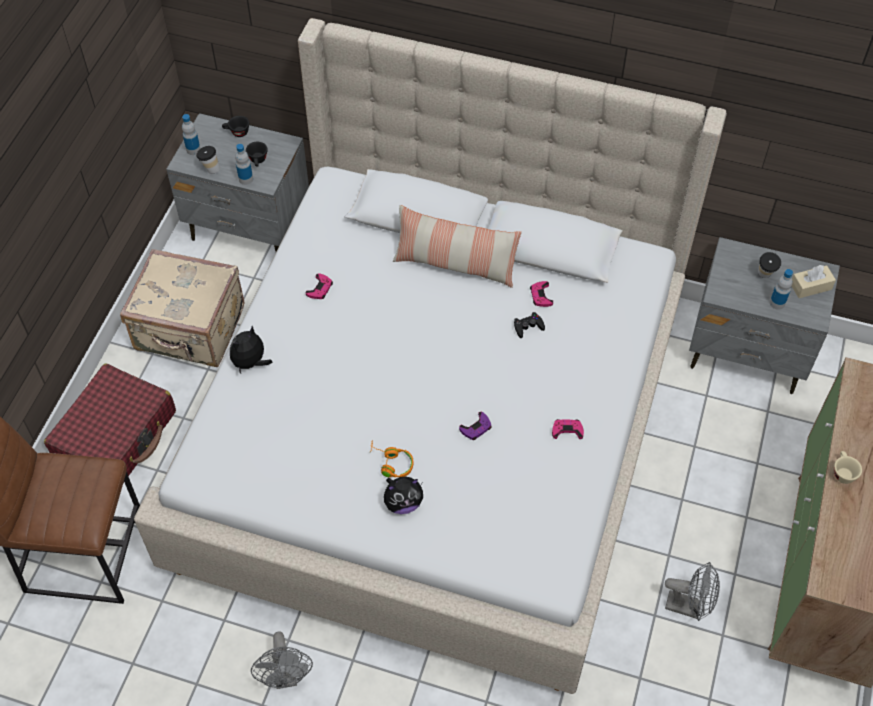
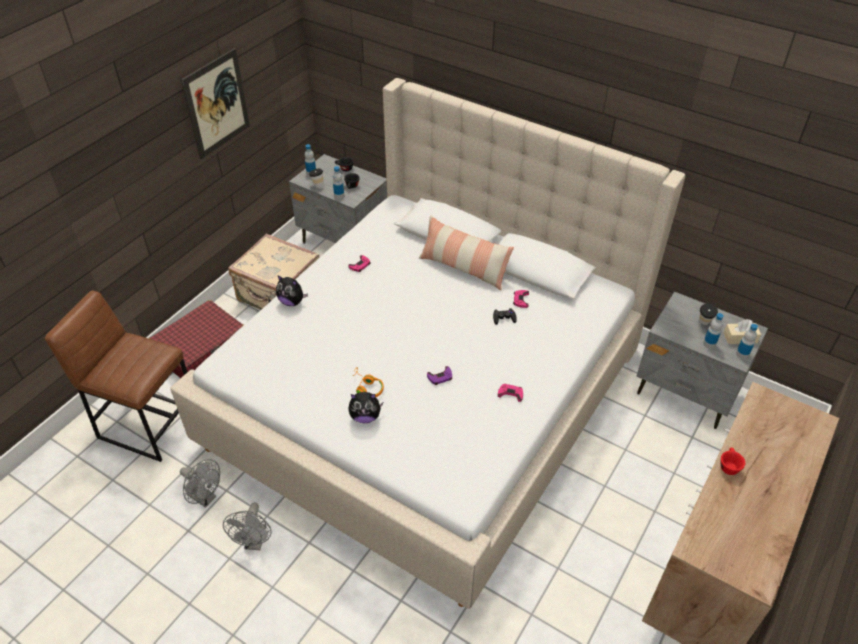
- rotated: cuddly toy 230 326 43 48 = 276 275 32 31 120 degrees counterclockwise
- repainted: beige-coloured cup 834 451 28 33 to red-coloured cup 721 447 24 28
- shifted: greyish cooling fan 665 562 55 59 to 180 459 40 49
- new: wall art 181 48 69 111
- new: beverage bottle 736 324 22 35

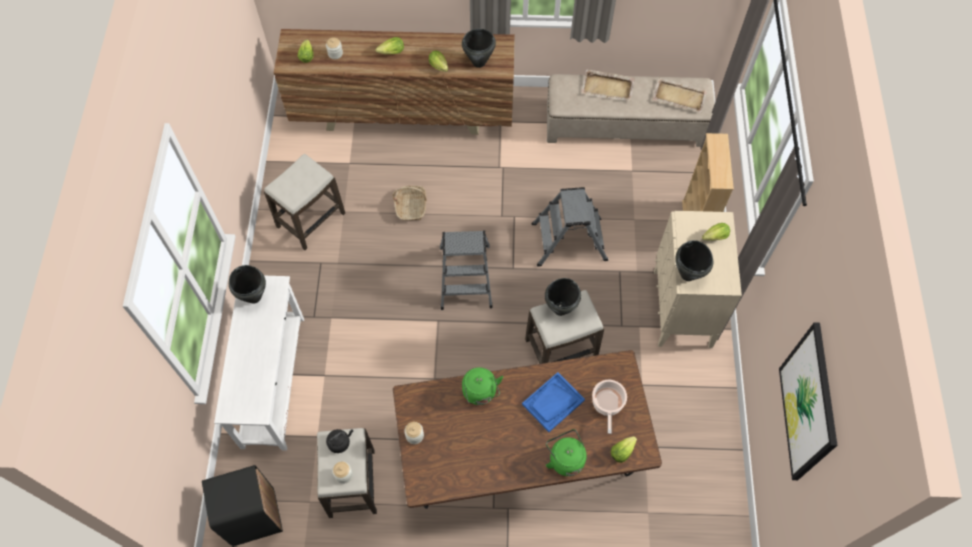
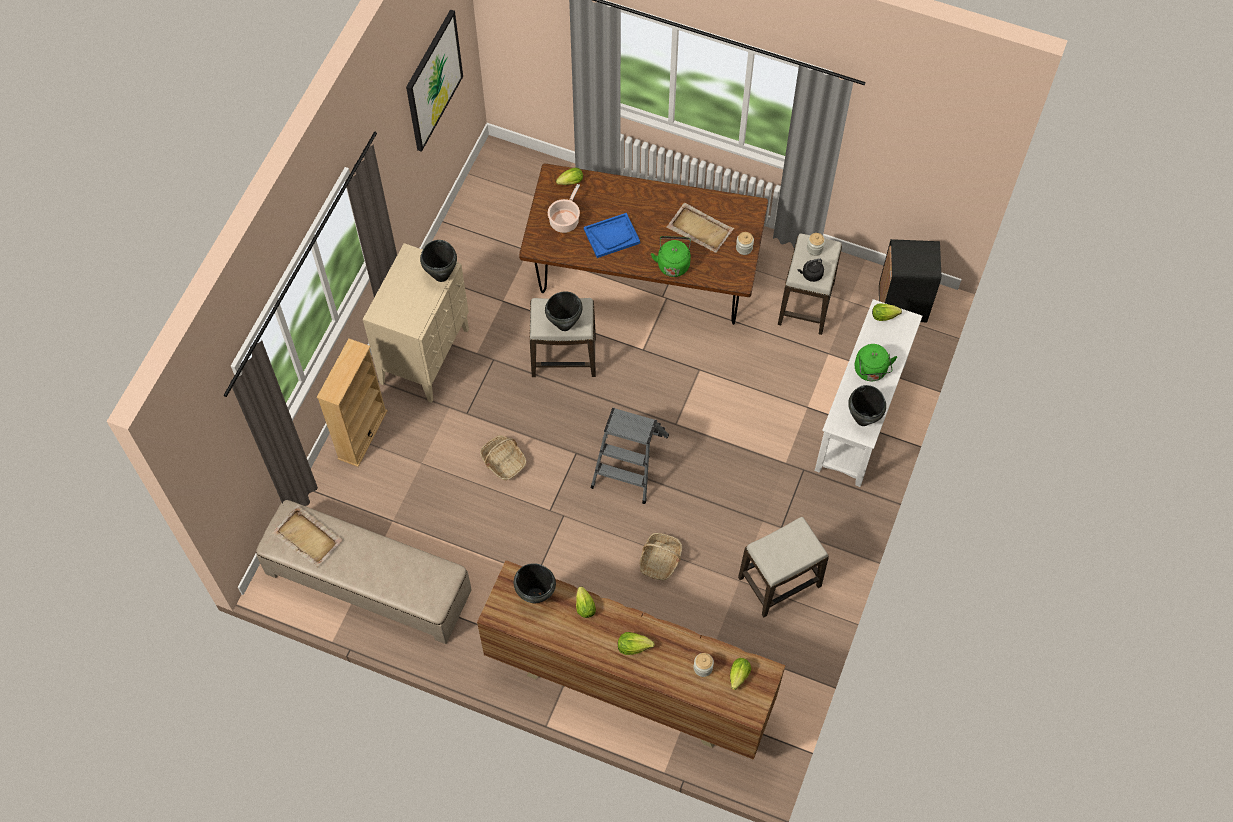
- shifted: beige-coloured serving tray 581 70 54 31 to 667 203 67 50
- swapped: greyish step stool 531 187 77 80 to household basket 480 435 47 46
- shifted: lettuce head 702 223 28 18 to 872 304 30 17
- shifted: green-coloured kettle 546 429 41 47 to 855 344 42 37

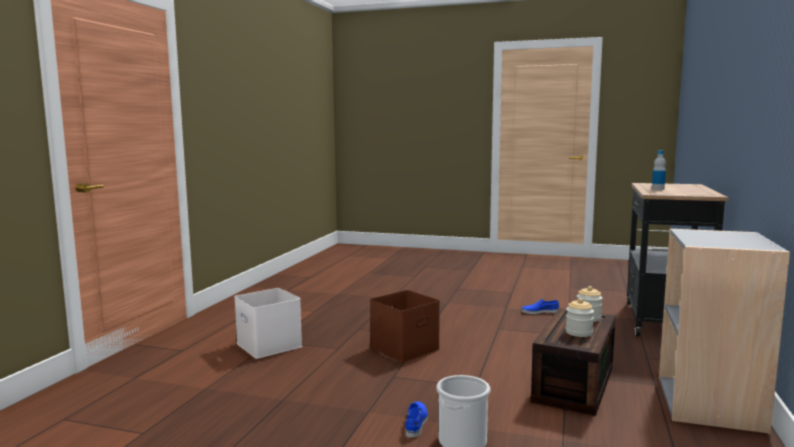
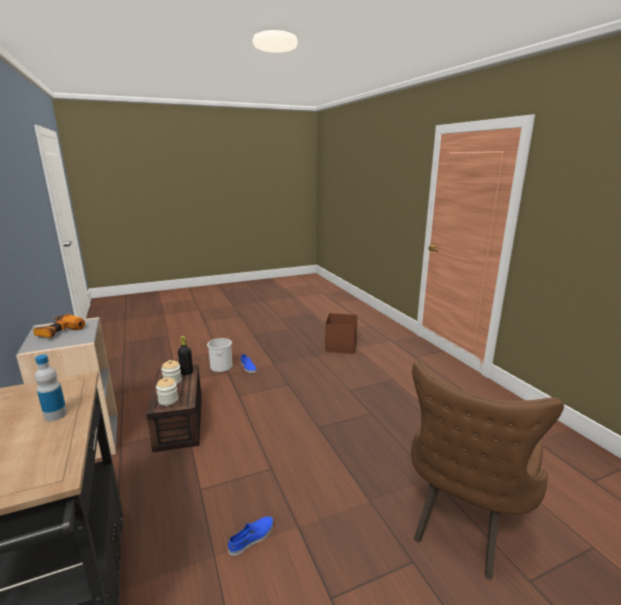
- gone: white-coloured storage container 234 288 68 71
- shifted: brownish storage container 370 290 70 73 to 325 313 33 41
- new: electric drill 33 314 52 24
- new: black-coloured beverage bottle 178 336 15 39
- new: brownish upright chair 411 361 153 219

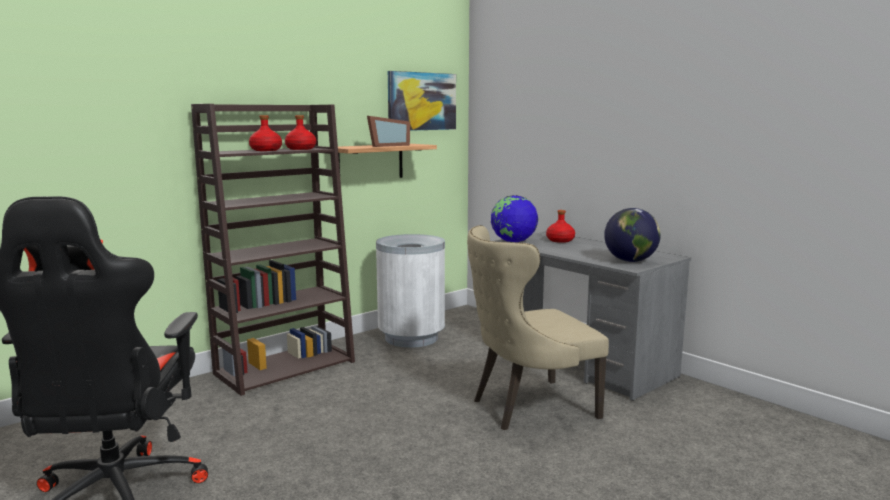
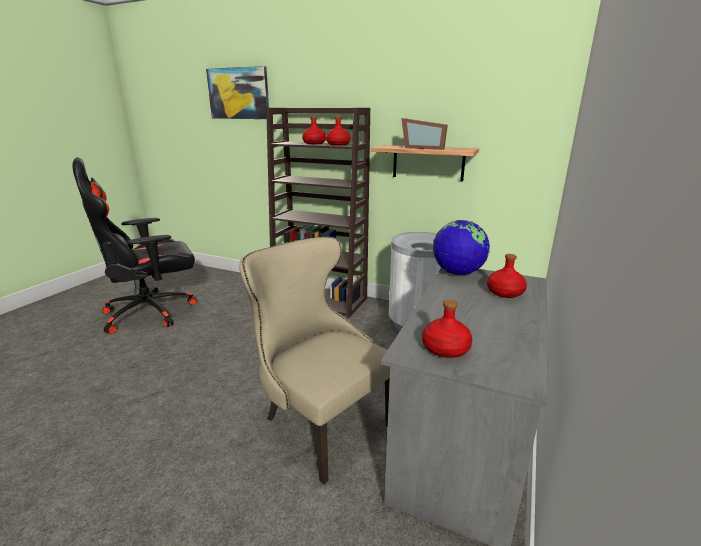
- shifted: wall art 388 71 68 60 to 206 66 63 53
- swapped: globe 604 208 57 54 to red-coloured beverage bottle 422 300 50 58

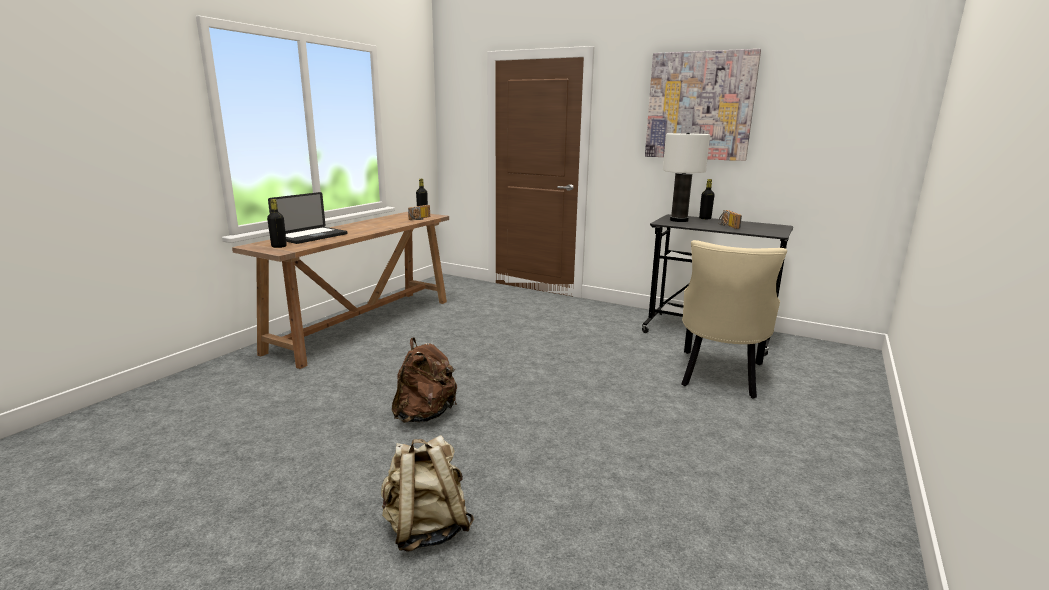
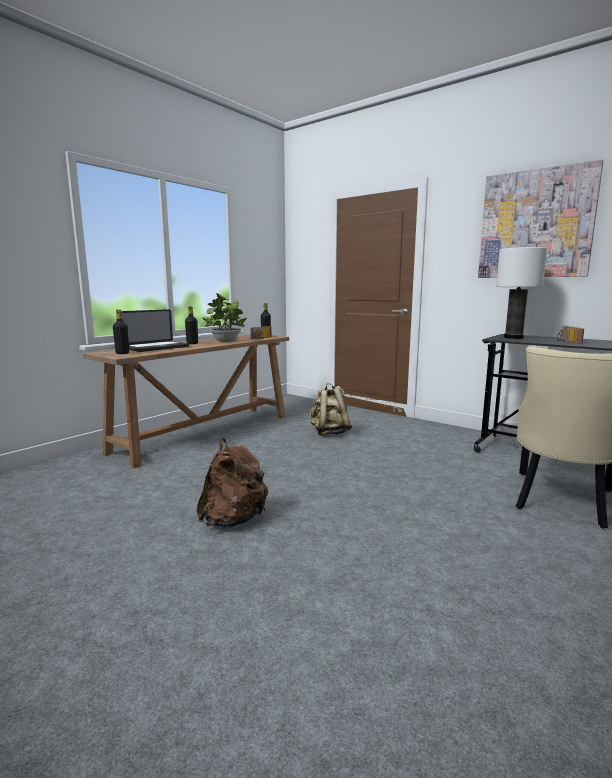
- shifted: black-coloured beverage bottle 699 179 15 40 to 185 306 13 38
- shifted: beige-coloured rucksack 381 435 93 117 to 310 383 42 53
- new: plant in a pot 202 293 45 49

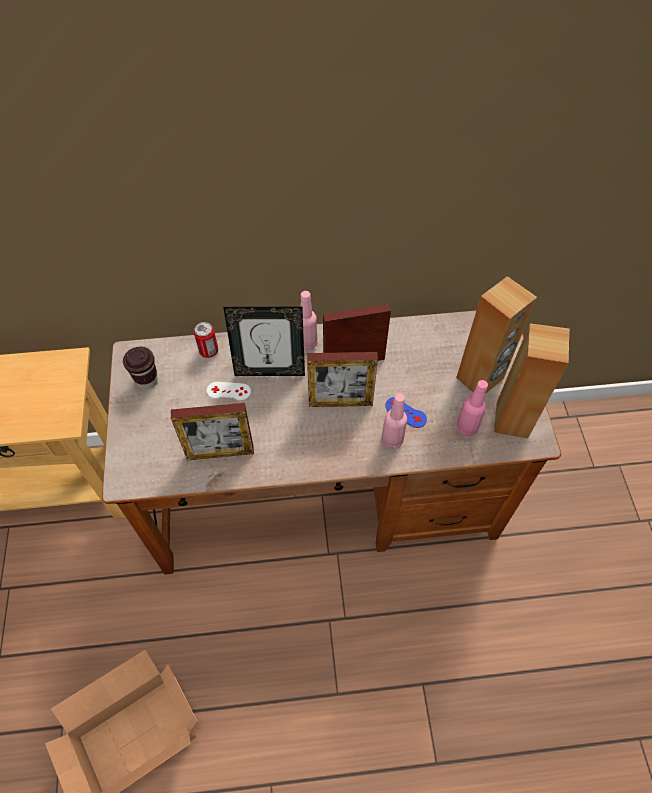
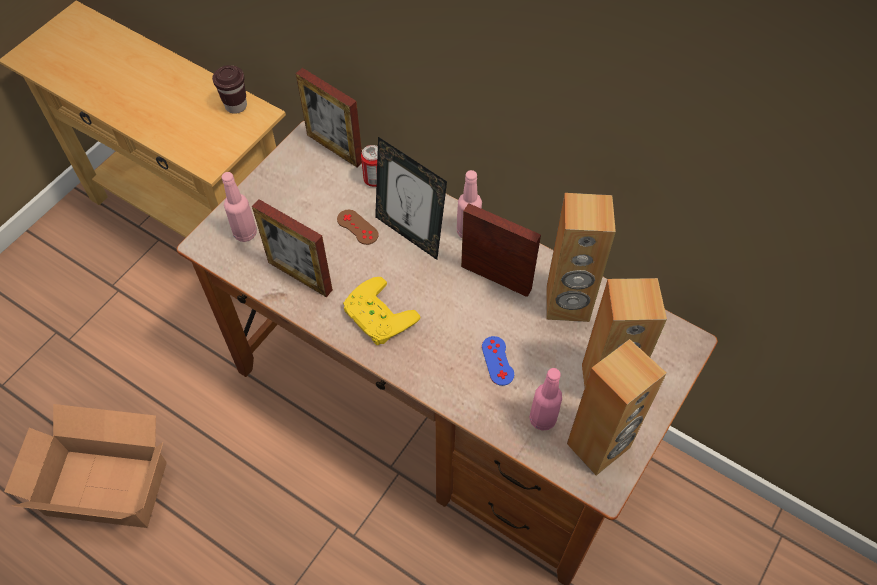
- shifted: brownish cup 123 347 35 43 to 212 65 35 49
- shifted: standing frame 307 352 71 55 to 296 68 66 99
- repainted: white-coloured joypad 207 382 44 19 to brownish joypad 337 210 42 35
- shifted: pink-coloured beverage bottle 381 393 26 56 to 222 172 35 70
- new: brownish loudspeaker 546 193 70 129
- new: yellow-coloured joypad 343 277 77 68

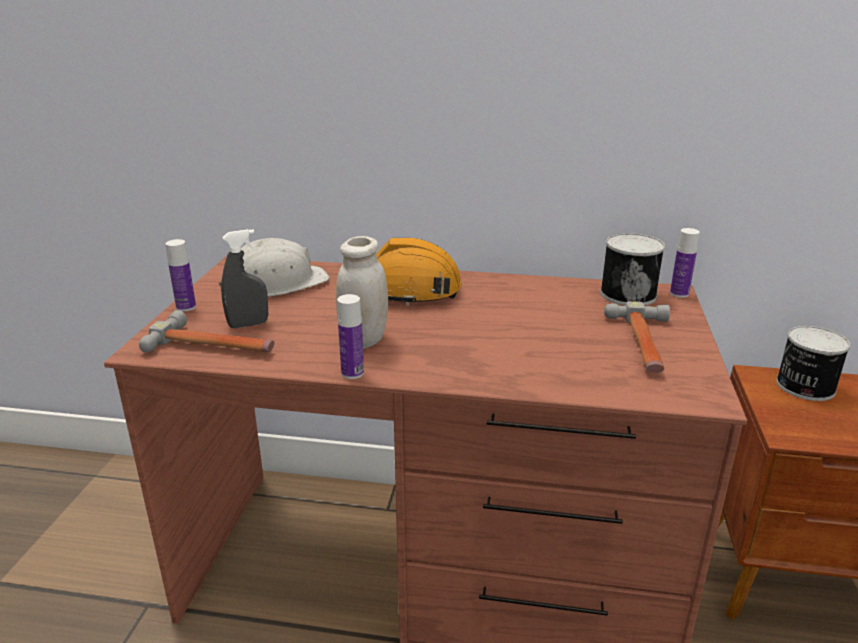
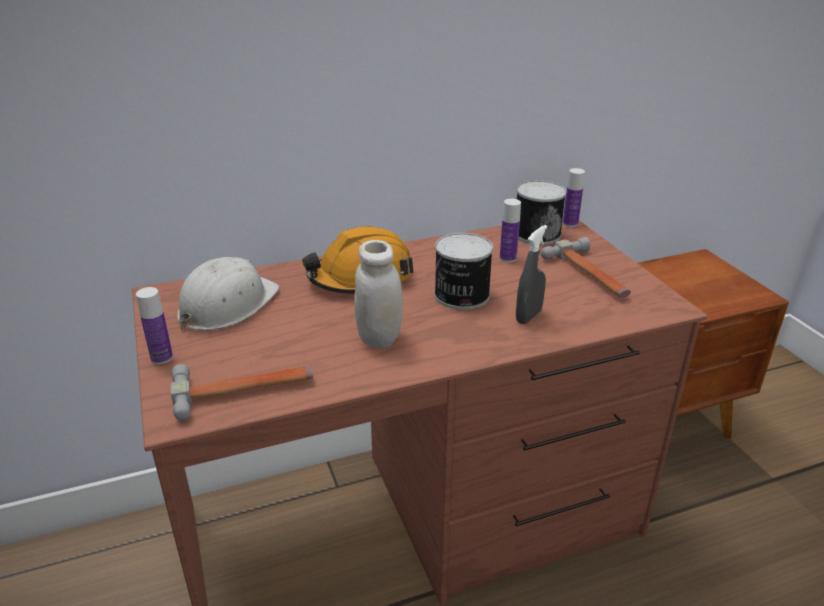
- shifted: greyish hand sprayer 221 229 47 99 to 516 225 31 99
- shifted: beverage bottle 337 294 27 85 to 500 199 21 64
- shifted: metal can 776 326 74 75 to 434 233 59 77

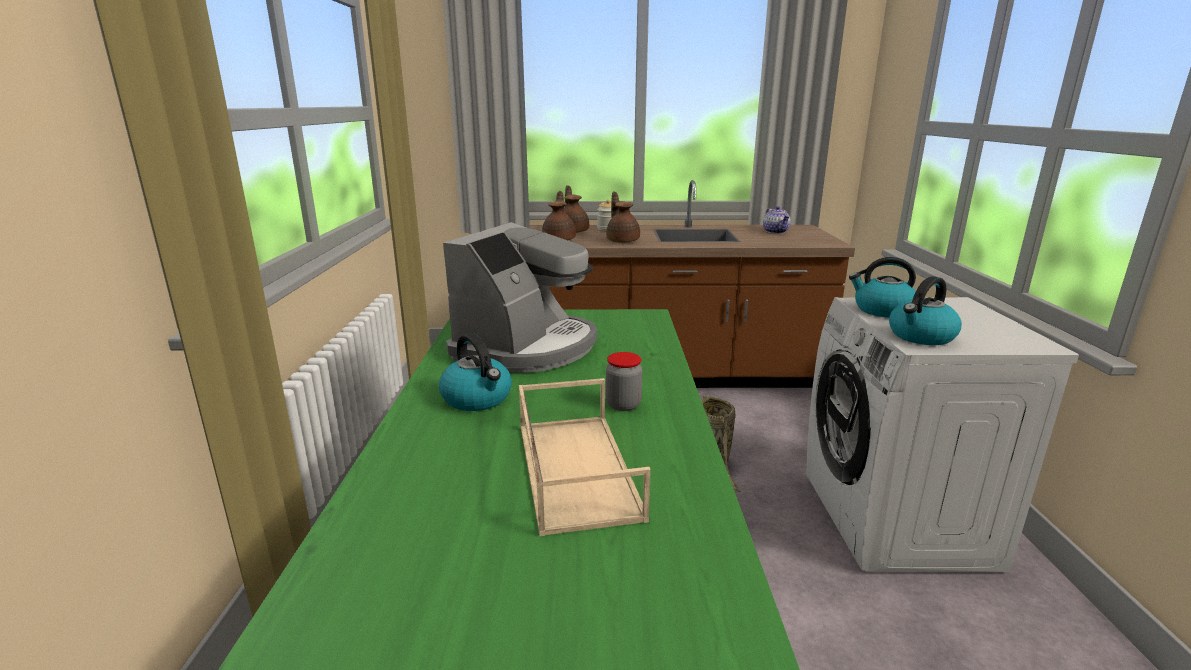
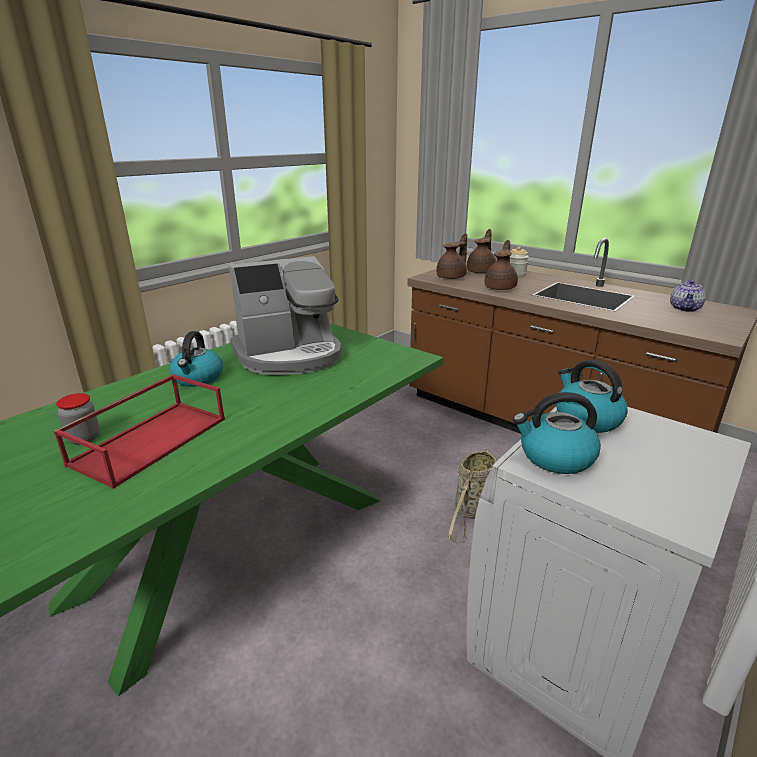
- shifted: storage jar 606 352 36 59 to 56 393 44 52
- repainted: beige-coloured serving tray 519 378 132 158 to red-coloured serving tray 53 374 172 115

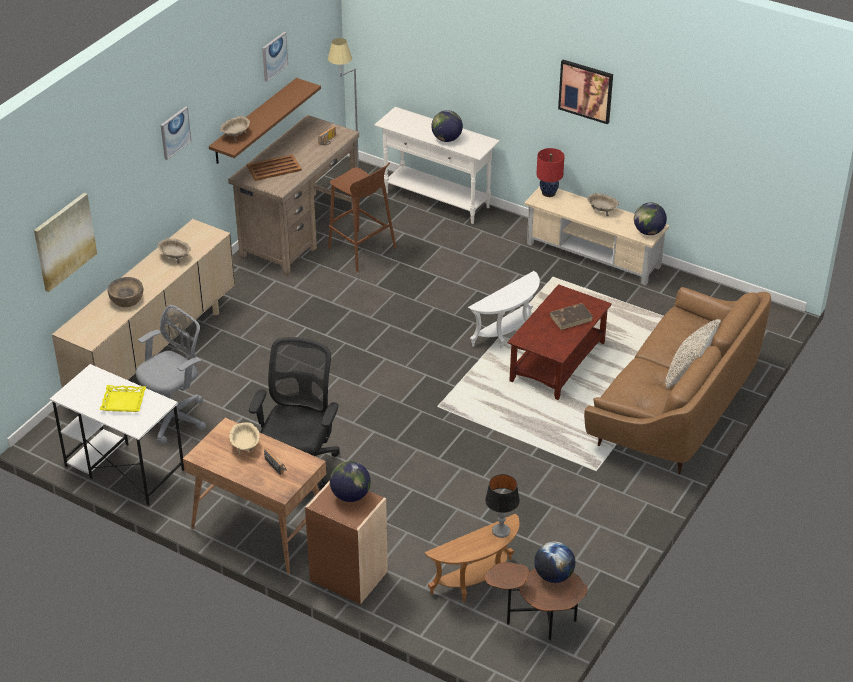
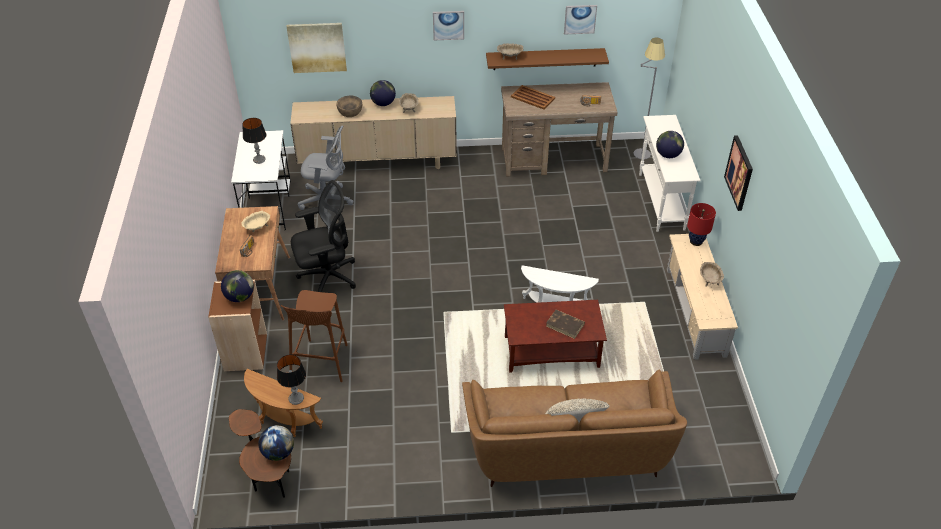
- shifted: brownish sitting stool 328 162 69 110 to 281 290 67 92
- shifted: globe 634 203 33 32 to 370 80 26 26
- swapped: yellow-coloured serving tray 99 385 47 27 to tabletop lamp 242 118 24 46

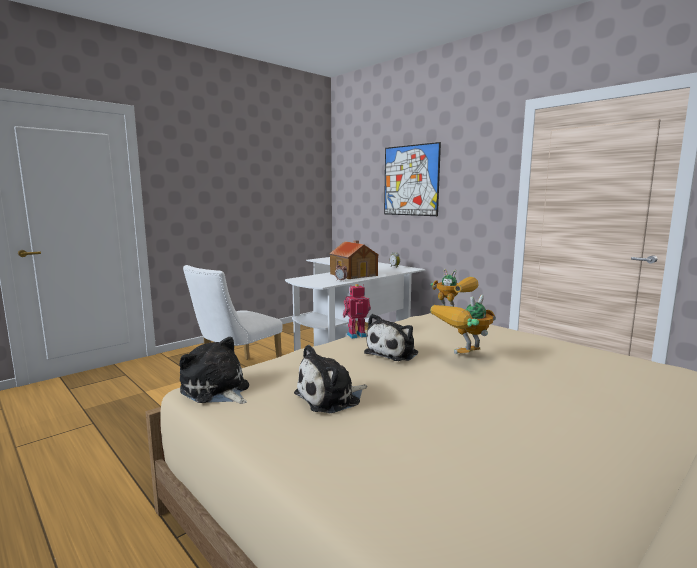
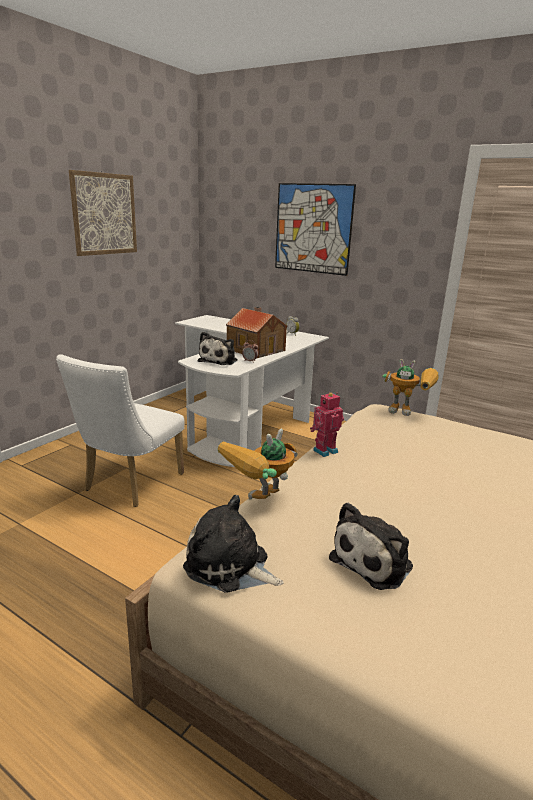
- shifted: model robot 430 295 66 59 to 218 428 80 72
- shifted: cuddly toy 364 314 54 47 to 198 332 39 33
- new: wall art 69 170 68 86

